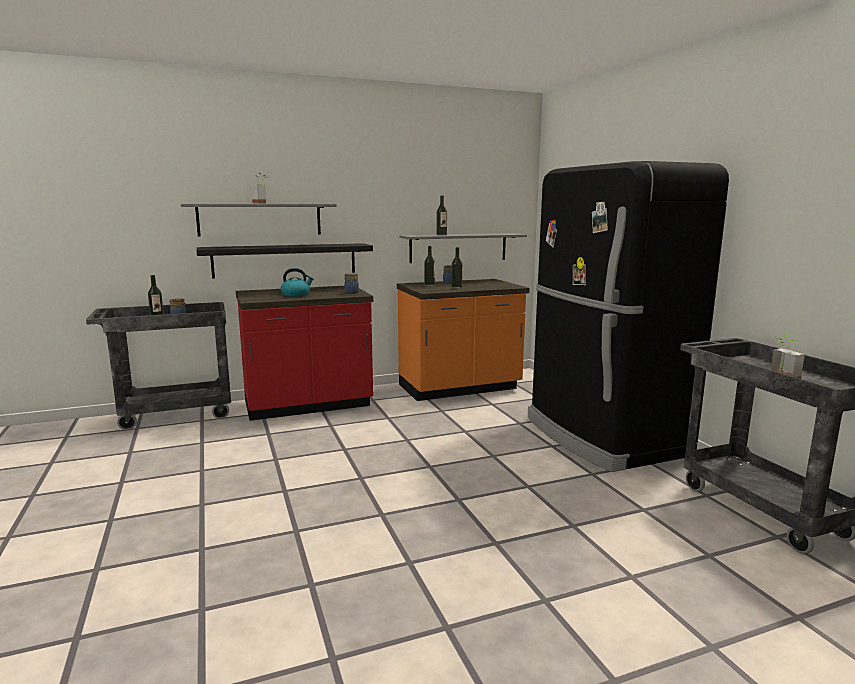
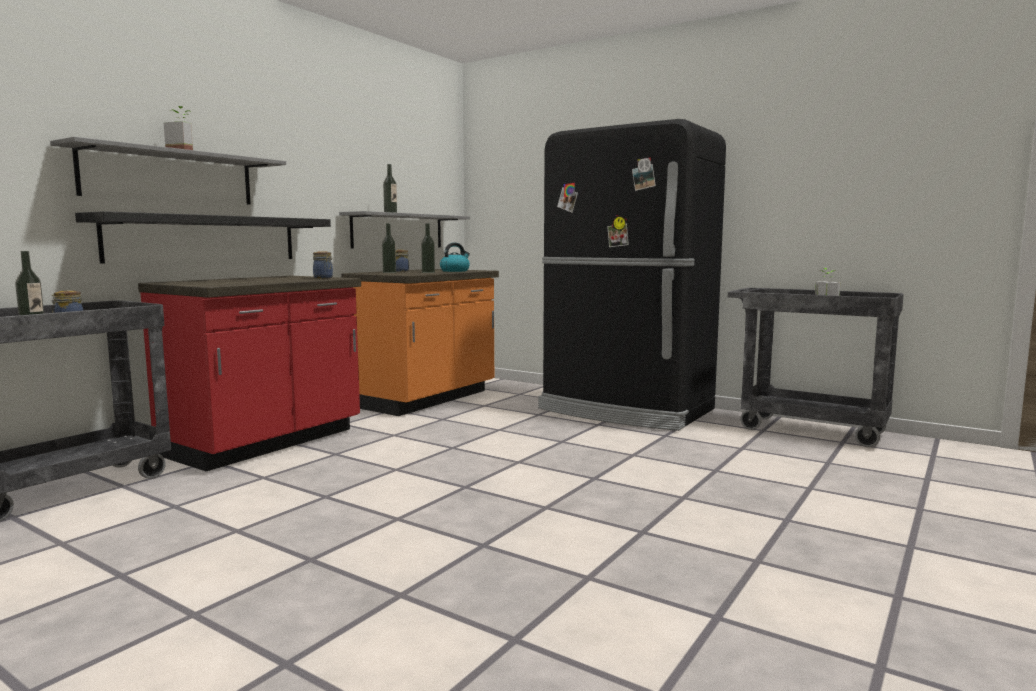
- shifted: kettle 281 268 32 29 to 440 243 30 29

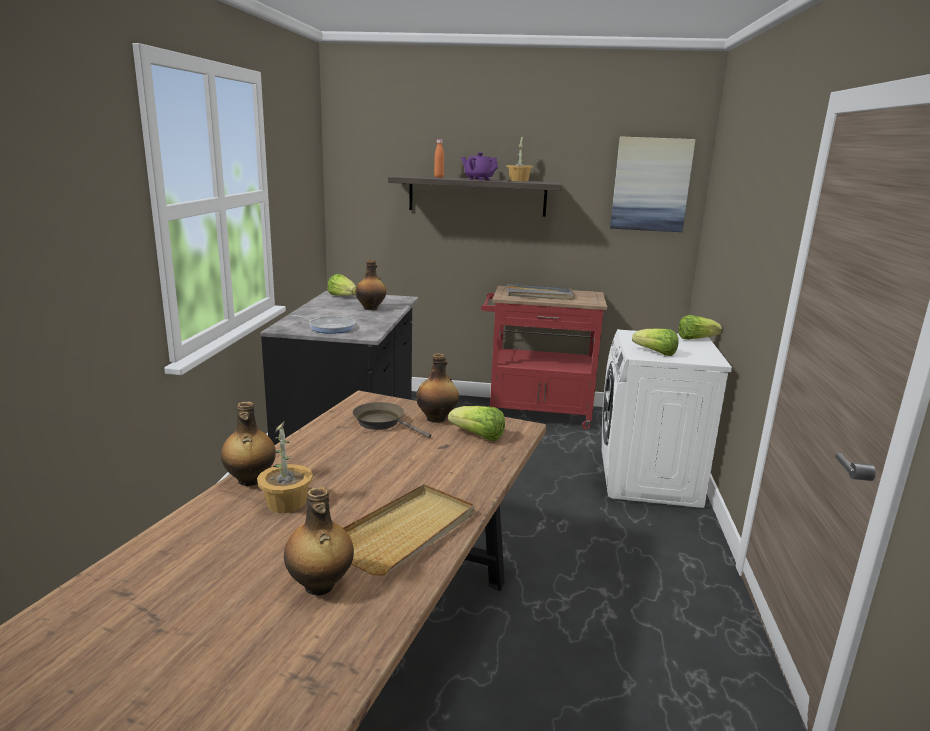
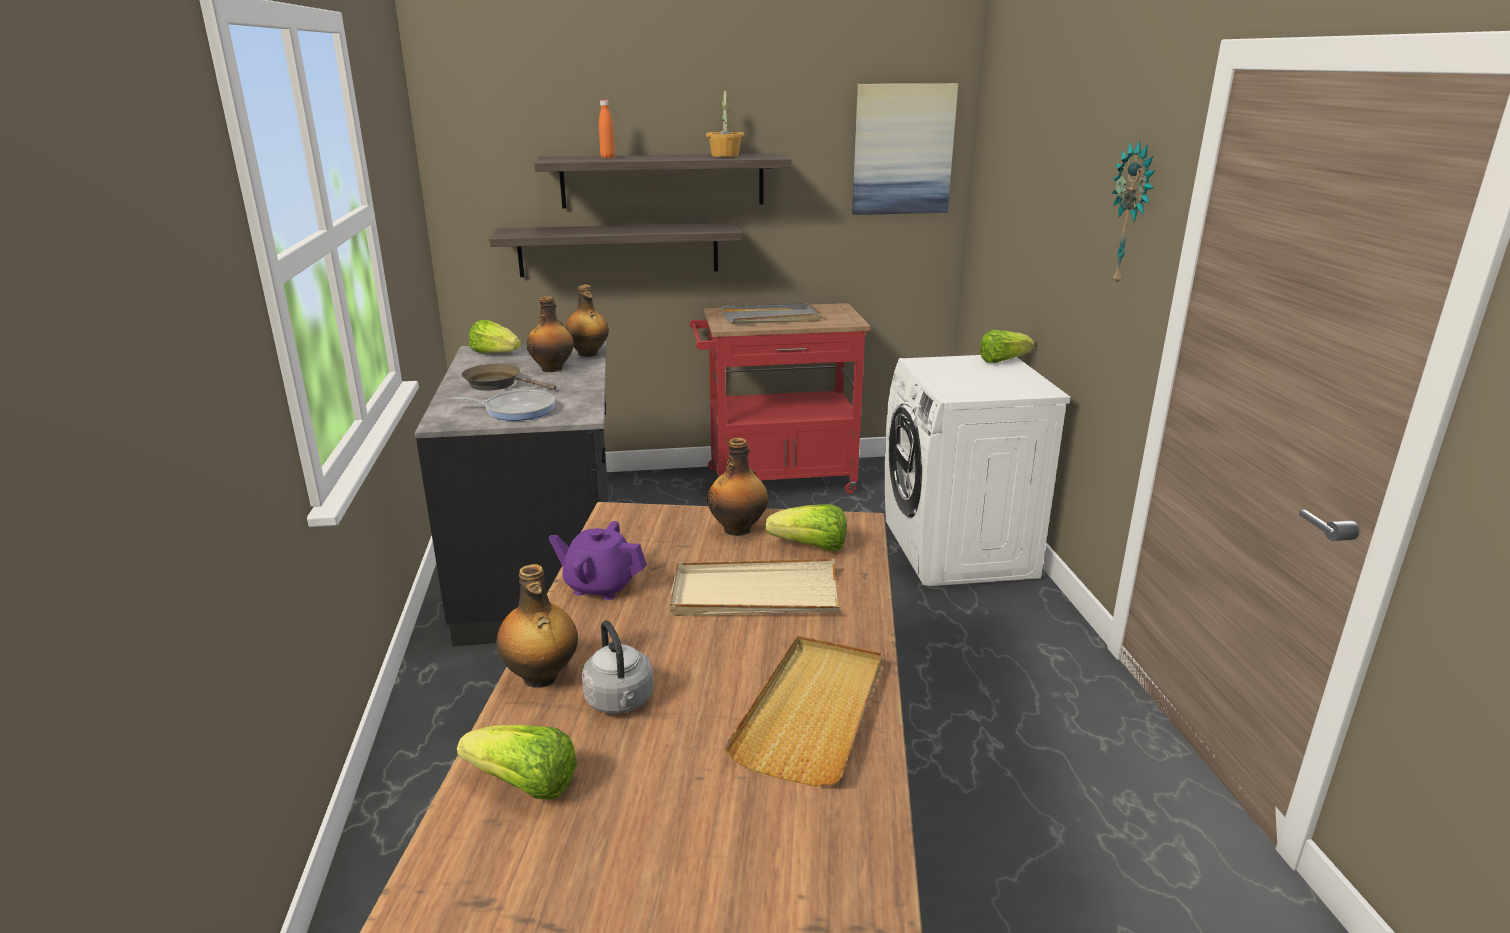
- shifted: purple-coloured tea pot 461 152 37 28 to 549 521 98 79
- shifted: lettuce head 632 328 47 28 to 457 725 120 75
- shifted: brownish skillet 353 402 78 36 to 462 364 94 27
- swapped: plant in a pot 257 421 56 92 to greyish kettle 582 620 71 94
- shifted: beverage bottle 284 487 70 108 to 565 285 44 72
- new: hanging clock 1112 140 43 147
- new: bracket shelf 489 223 253 54
- new: beige-coloured serving tray 670 559 170 57

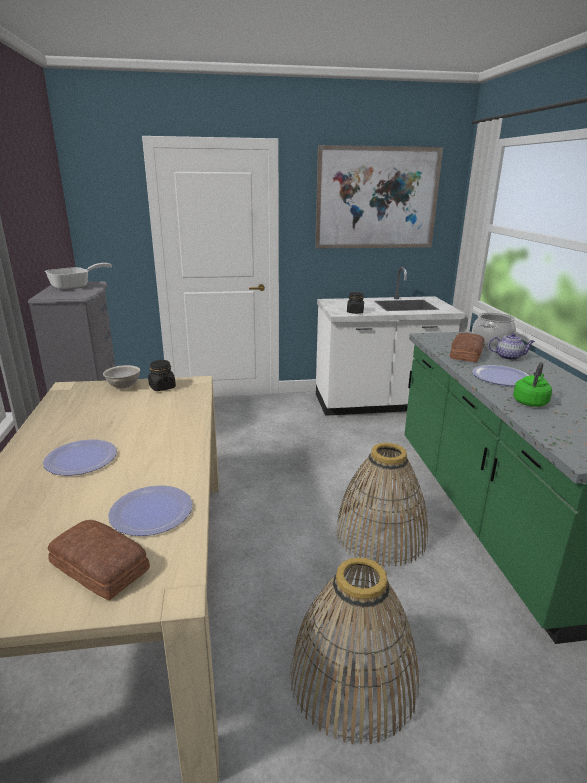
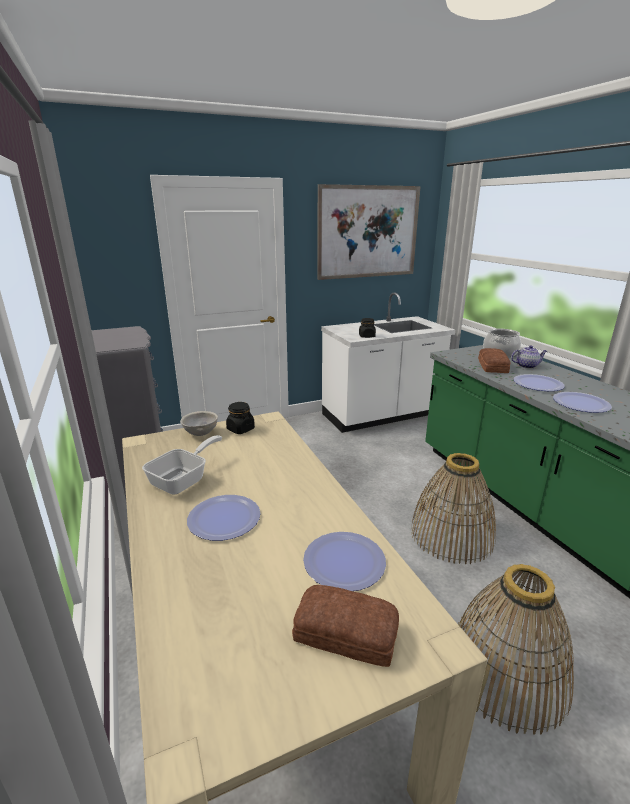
- shifted: skillet 45 263 67 27 to 142 435 80 59
- swapped: green-coloured kettle 513 362 39 45 to plate 553 392 59 21

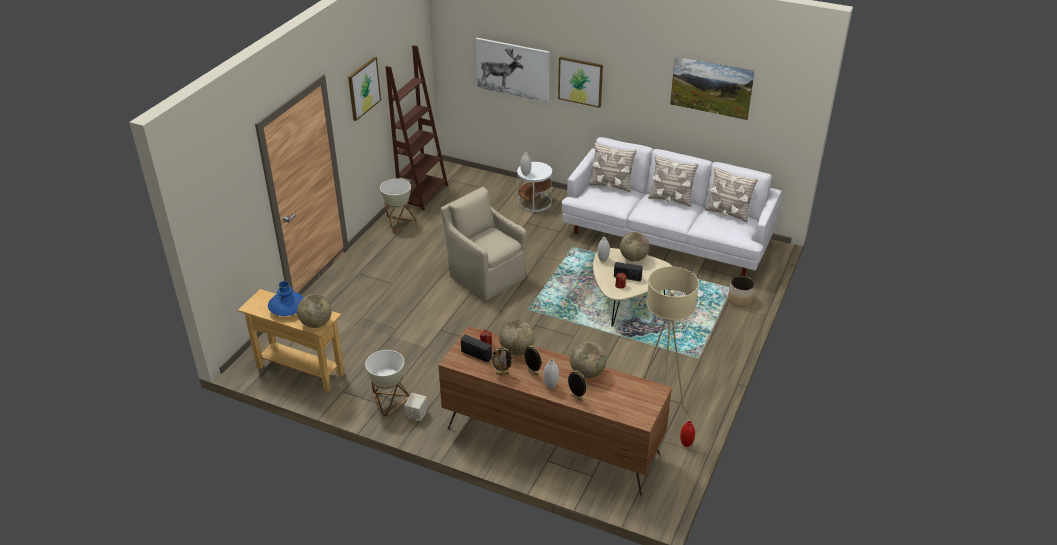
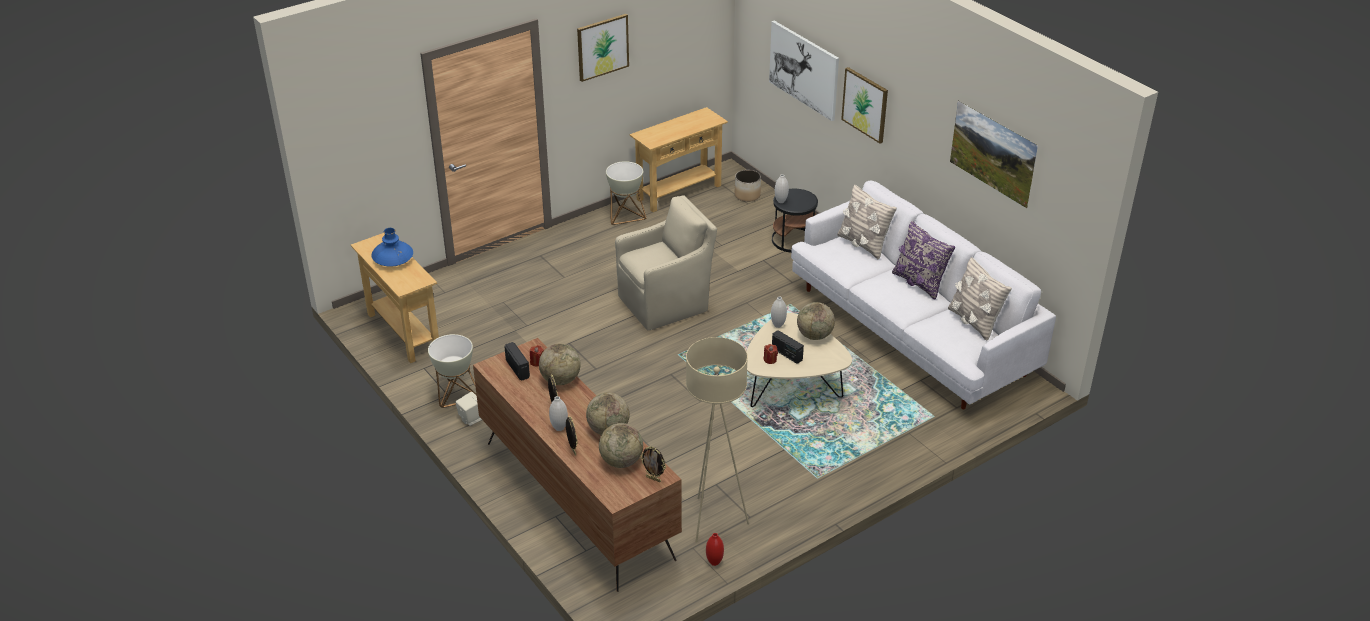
- swapped: brownish bookcase 386 45 62 166 to beige-coloured narrow table 630 107 98 105
- repainted: beige-coloured pillow 648 155 51 52 to purple-coloured pillow 892 221 63 78
- repainted: white-coloured side table 517 162 35 50 to black-coloured side table 772 189 46 64
- rotated: beige-coloured easy chair 441 187 86 114 = 615 195 102 135 75 degrees clockwise
- shifted: planter 728 276 27 30 to 735 170 26 32
- shifted: globe 297 294 35 34 to 599 423 44 45
- shifted: standing frame 490 347 24 28 to 640 446 26 36

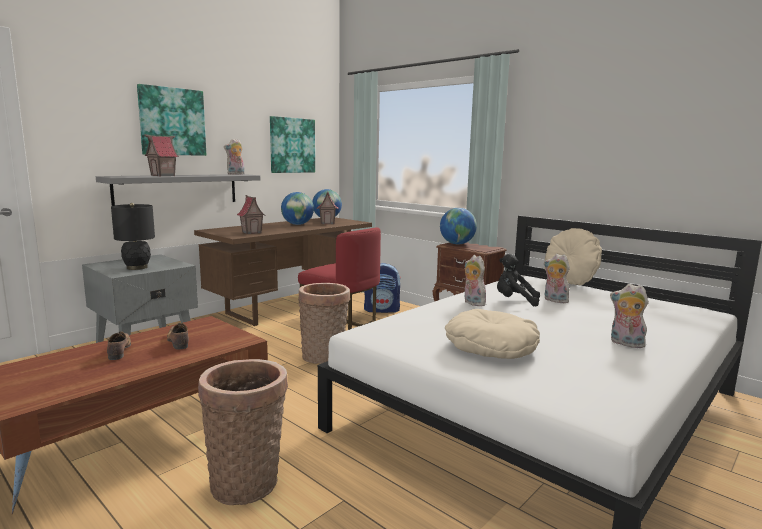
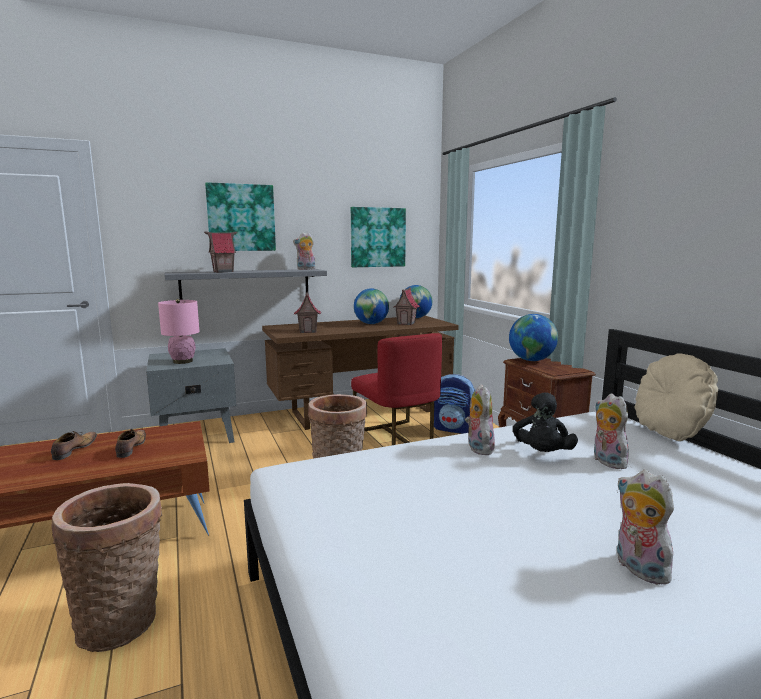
- repainted: black-coloured tabletop lamp 111 203 44 67 to pink-coloured tabletop lamp 158 299 42 65
- rotated: black-coloured cuddly toy 497 254 43 52 = 513 393 65 59 120 degrees counterclockwise
- gone: beige-coloured pillow 445 309 95 50

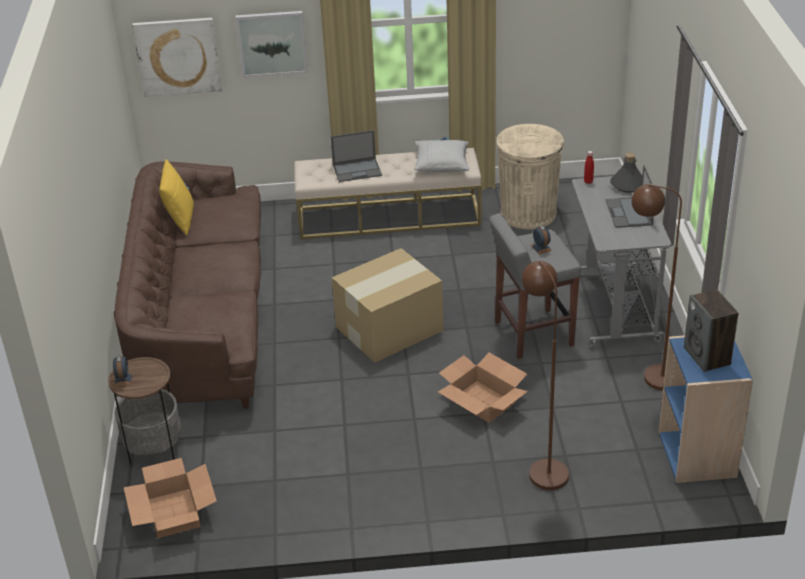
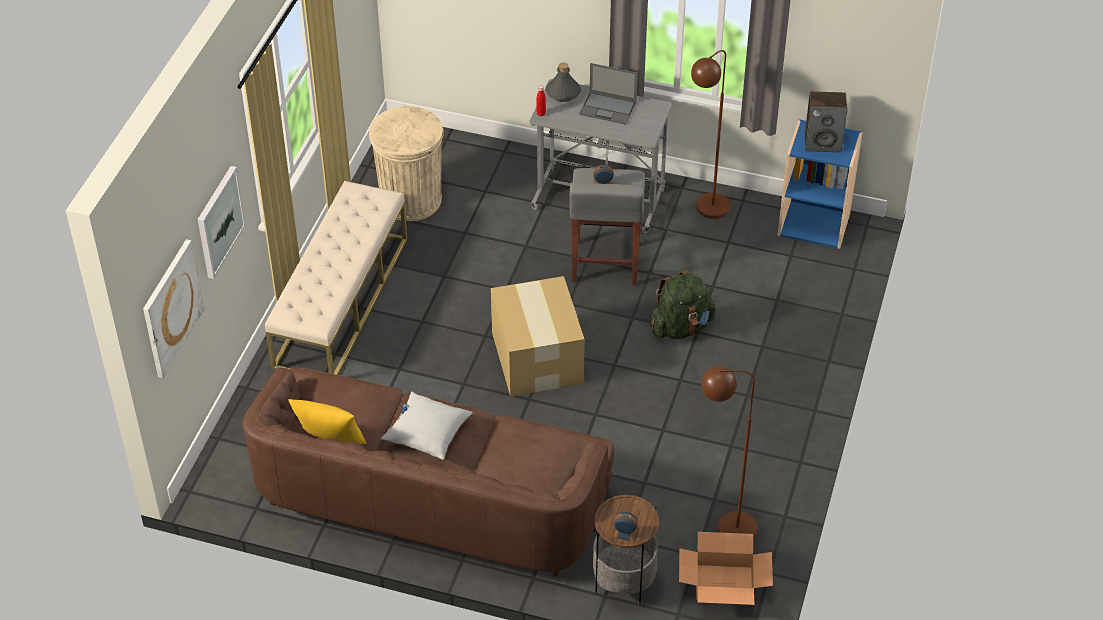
- gone: notebook computer 331 130 51 52
- shifted: greyish pillow 414 137 55 35 to 381 392 92 68
- shifted: brownish standing lamp 522 261 47 229 to 701 366 56 173
- swapped: packing box 438 353 90 70 to green-coloured rucksack 650 270 65 69

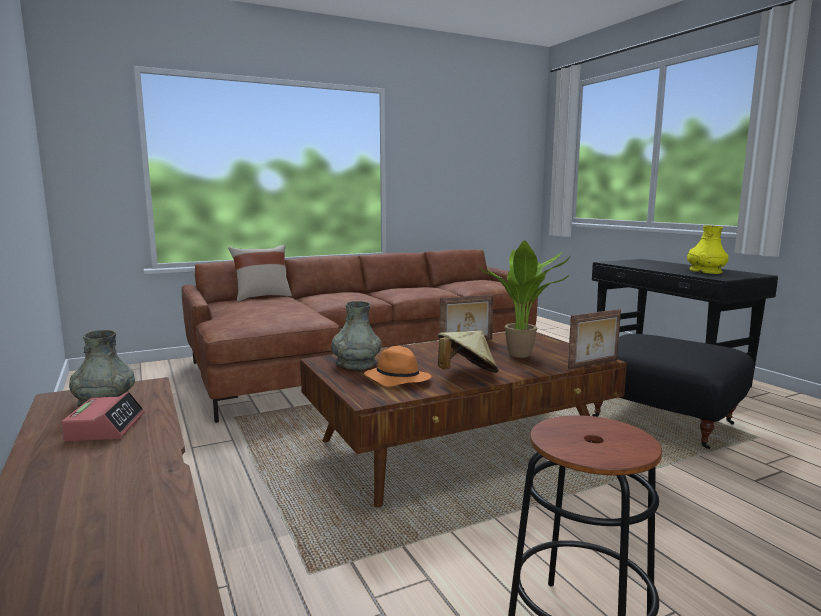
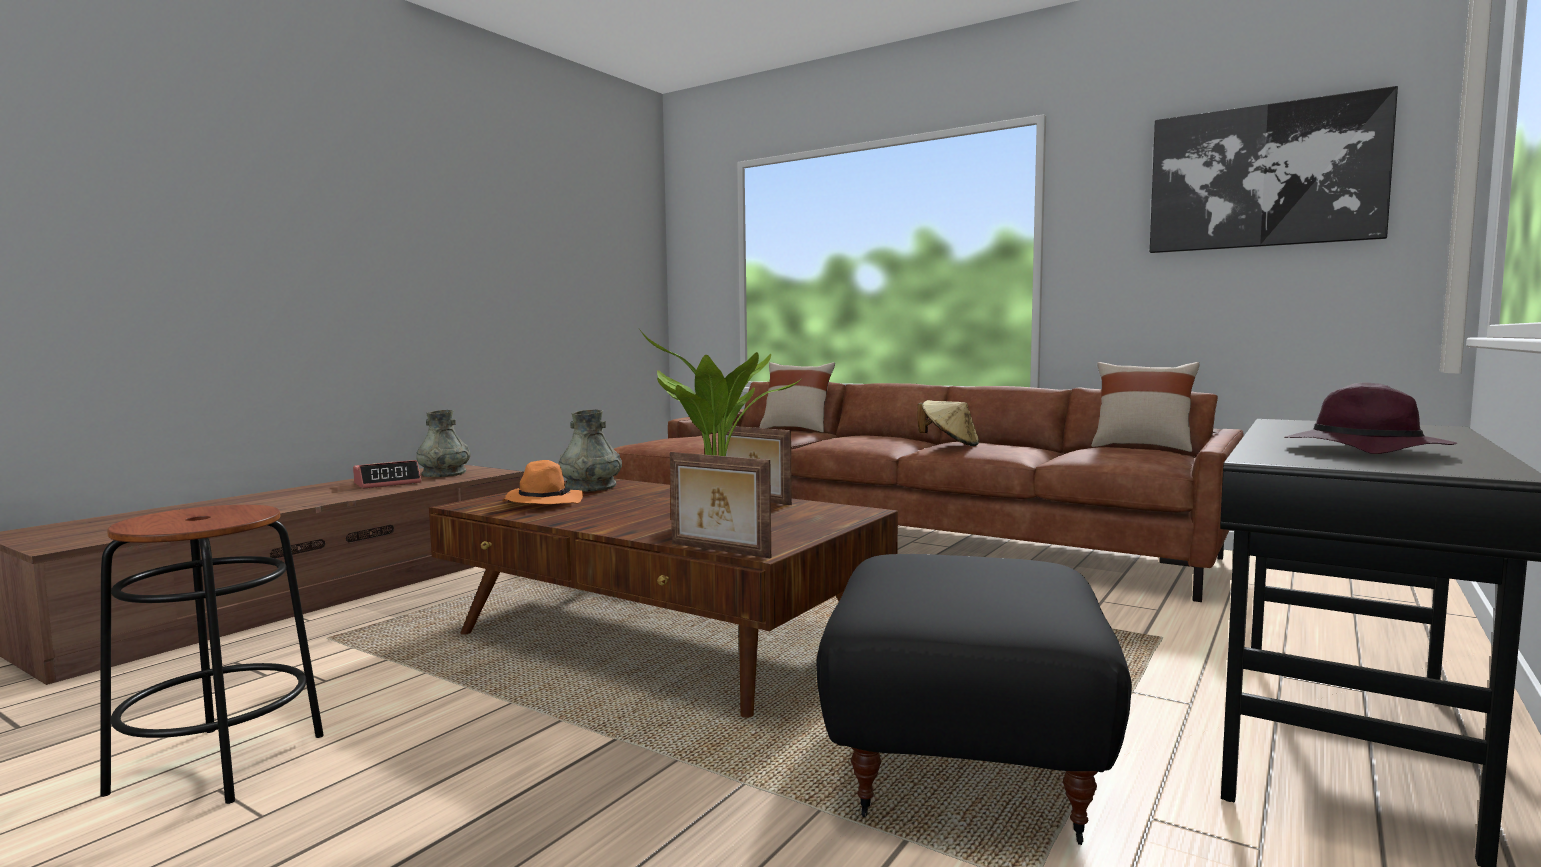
- swapped: yellow-coloured flower vase 687 225 41 49 to purple-coloured wearable hat 1284 382 173 72
- shifted: beige-coloured wearable hat 438 331 61 42 to 917 400 62 46
- new: wall art 1150 86 248 167
- new: beige-coloured pillow 1091 362 108 90

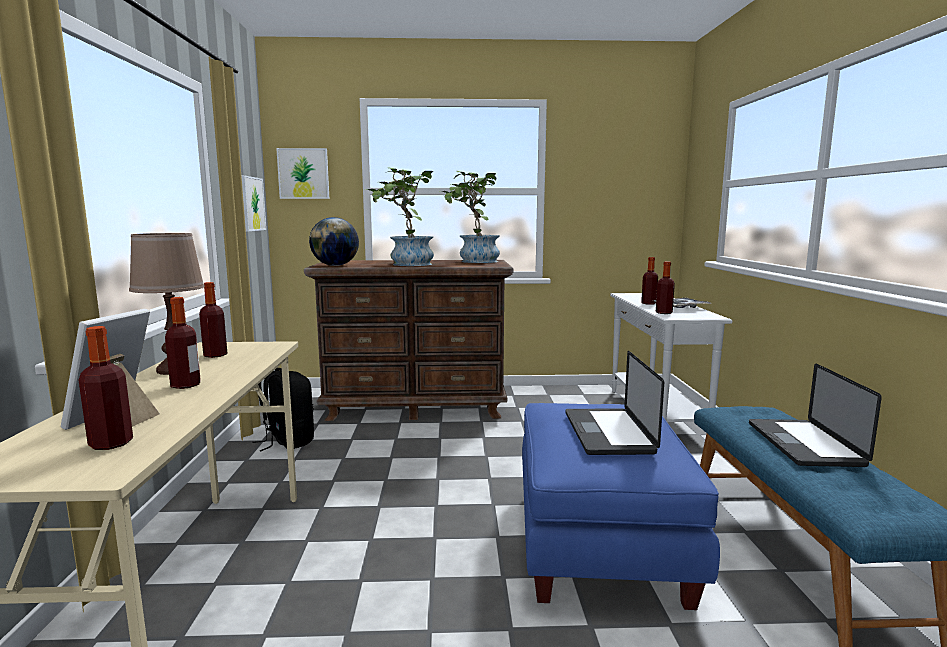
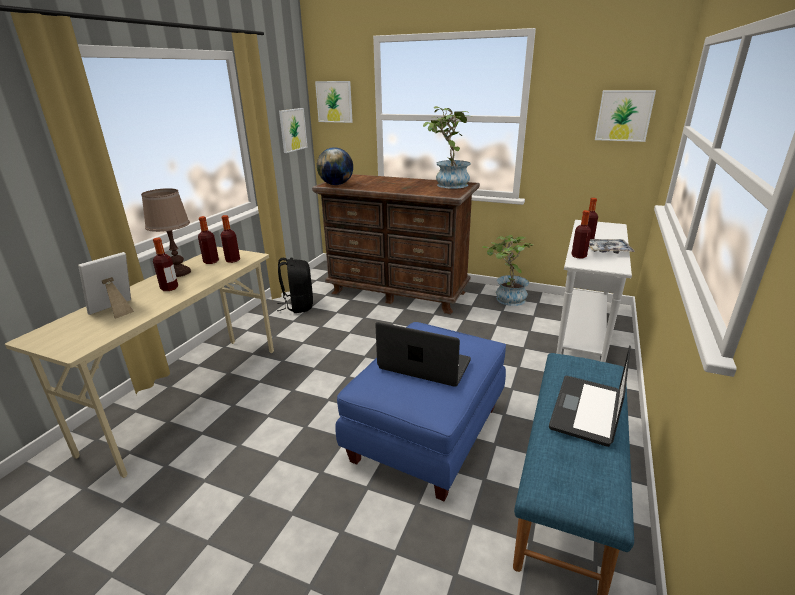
- shifted: plant in a pot 365 167 69 99 to 482 235 51 71
- shifted: beverage bottle 79 326 54 124 to 221 215 19 48
- rotated: notebook computer 566 351 98 104 = 375 322 96 65 90 degrees clockwise
- new: wall art 595 90 61 52

